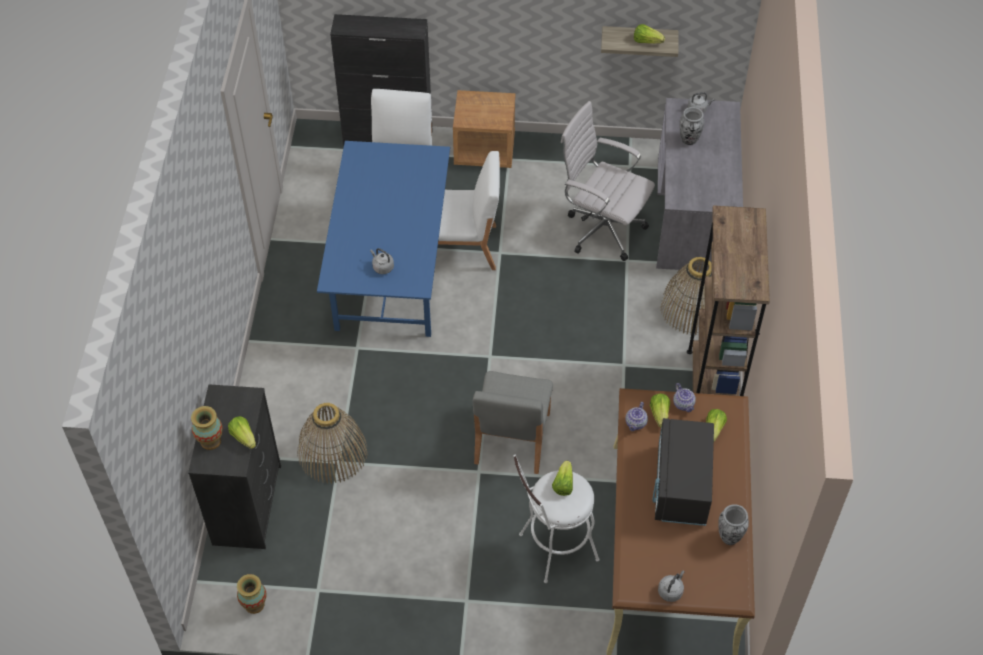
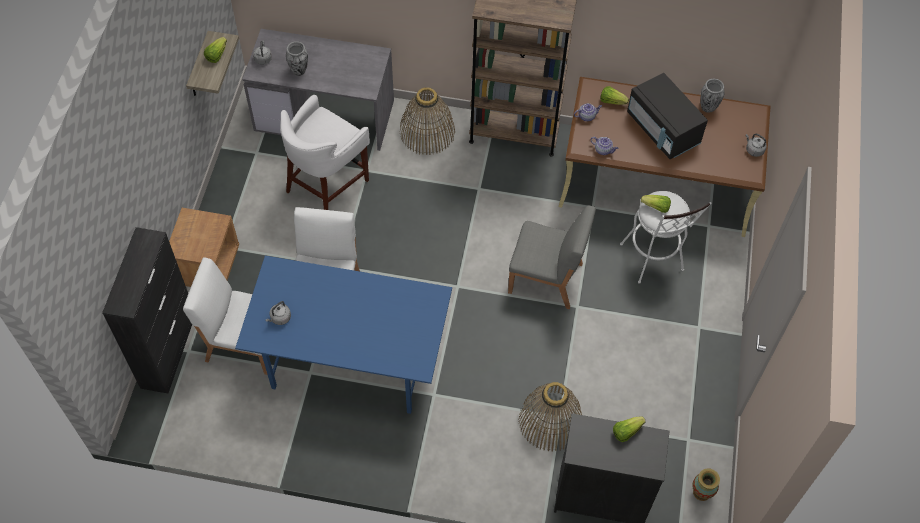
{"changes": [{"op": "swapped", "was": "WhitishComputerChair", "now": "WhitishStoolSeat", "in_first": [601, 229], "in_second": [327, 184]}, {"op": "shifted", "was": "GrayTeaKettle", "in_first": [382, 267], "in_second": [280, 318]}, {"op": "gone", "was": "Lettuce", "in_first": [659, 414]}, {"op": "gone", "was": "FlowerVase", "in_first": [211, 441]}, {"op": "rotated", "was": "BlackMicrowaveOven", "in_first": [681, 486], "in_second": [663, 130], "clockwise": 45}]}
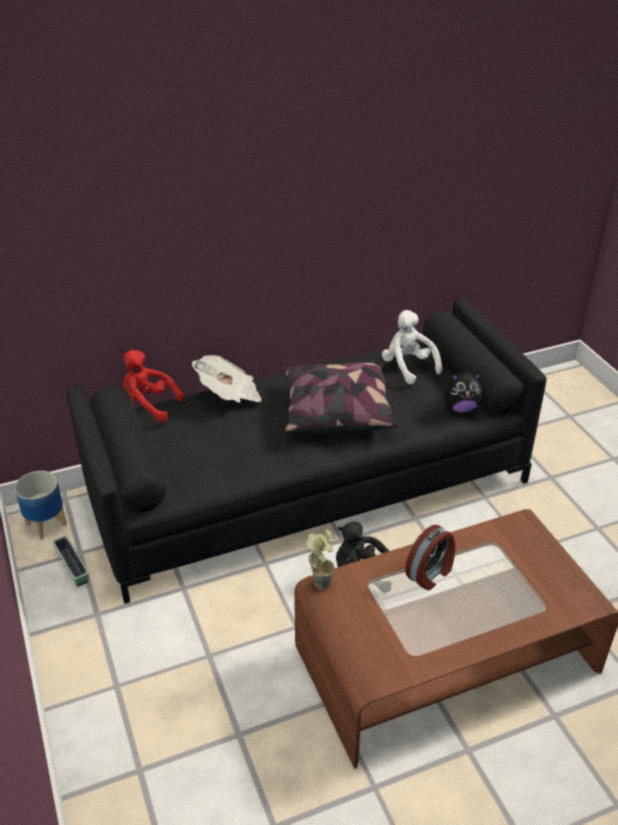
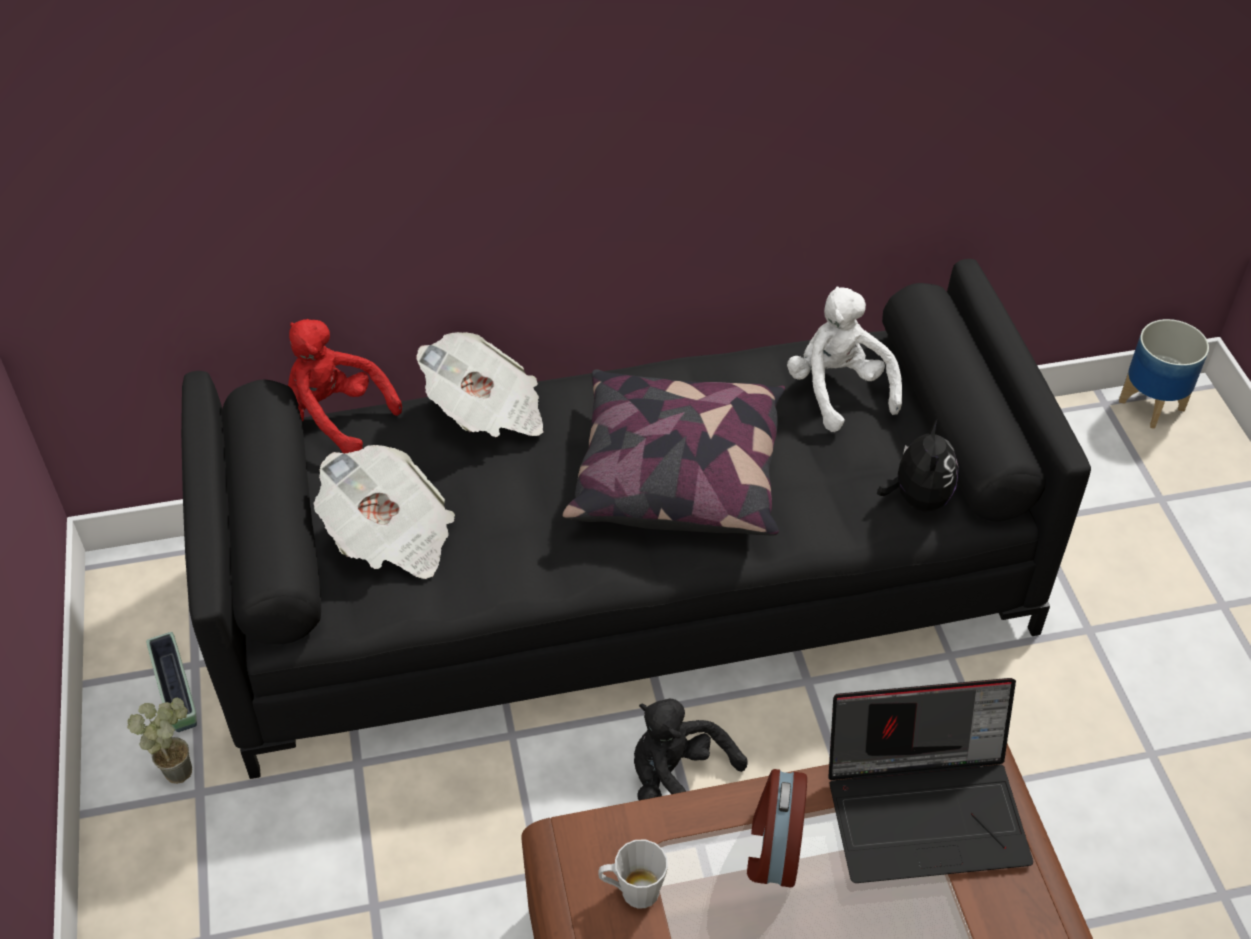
{"changes": [{"op": "rotated", "was": "SoftToy", "in_first": [461, 408], "in_second": [917, 498], "clockwise": -90}, {"op": "shifted", "was": "FlowerPot", "in_first": [46, 524], "in_second": [1150, 405]}, {"op": "rotated", "was": "TableClock", "in_first": [430, 573], "in_second": [773, 848], "clockwise": 135}, {"op": "shifted", "was": "PottedPlant", "in_first": [321, 579], "in_second": [179, 765]}, {"op": "new", "now": "PrintedPaper", "in_second": [390, 536]}, {"op": "new", "now": "PortableComputer", "in_second": [927, 808]}, {"op": "new", "now": "GrayMug", "in_second": [632, 891]}]}
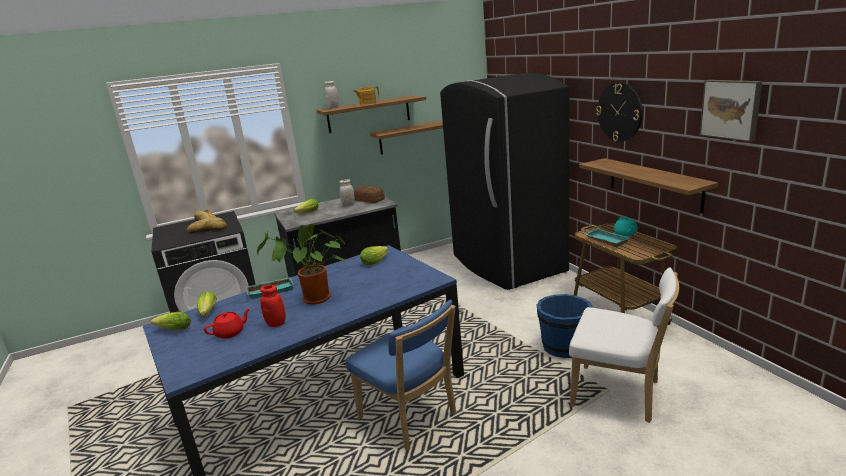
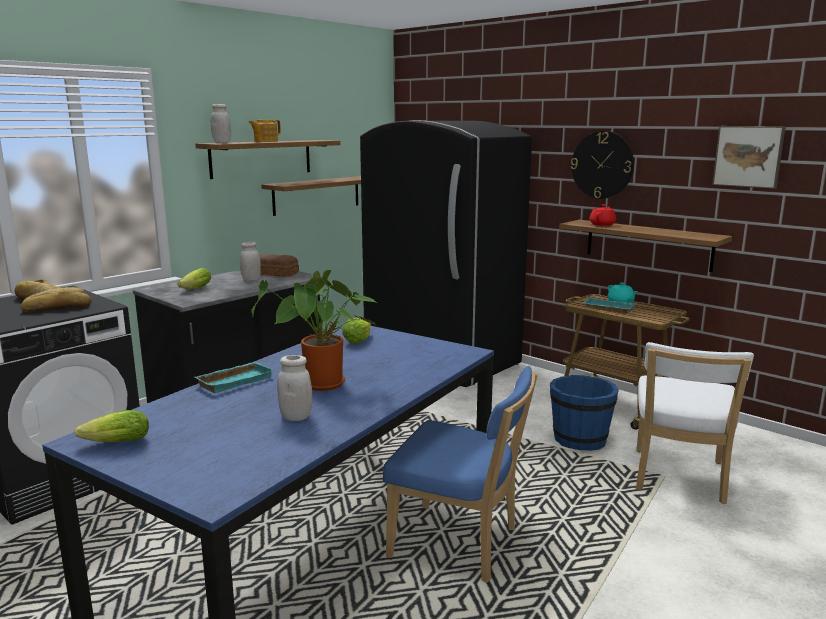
{"changes": [{"op": "rotated", "was": "WhitishUprightChair", "in_first": [620, 394], "in_second": [678, 479], "clockwise": 105}, {"op": "repainted", "was": "ReddishJar", "now": "WhitishJar", "in_first": [276, 324], "in_second": [296, 417]}, {"op": "gone", "was": "Lettuce", "in_first": [207, 313]}, {"op": "shifted", "was": "ReddishTeapot", "in_first": [230, 333], "in_second": [602, 224]}]}
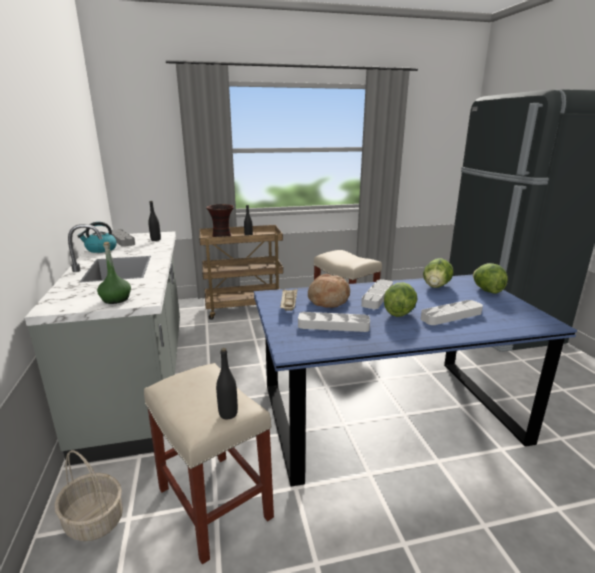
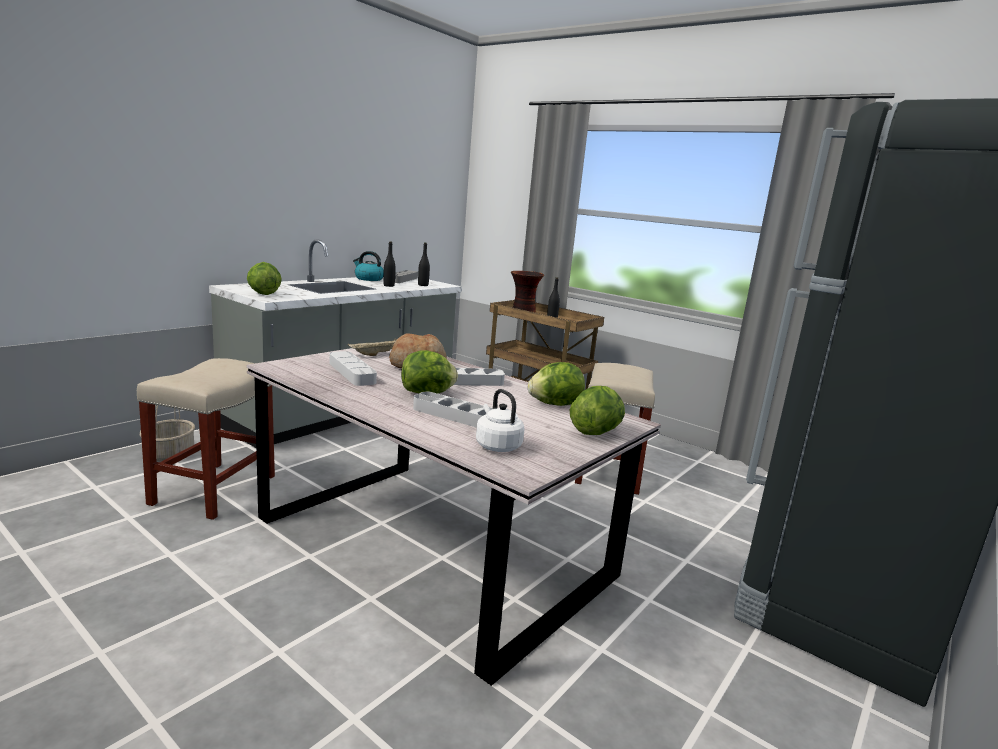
{"changes": [{"op": "swapped", "was": "GreenishBeverageBottle", "now": "Lettuce", "in_first": [116, 299], "in_second": [263, 294]}, {"op": "repainted", "was": "BlueColouredKitchenTable", "now": "GrayKitchenTable", "in_first": [387, 412], "in_second": [434, 545]}, {"op": "shifted", "was": "BlackBeverageBottle", "in_first": [228, 414], "in_second": [388, 285]}, {"op": "new", "now": "WhitishTeaKettle", "in_second": [497, 445]}]}
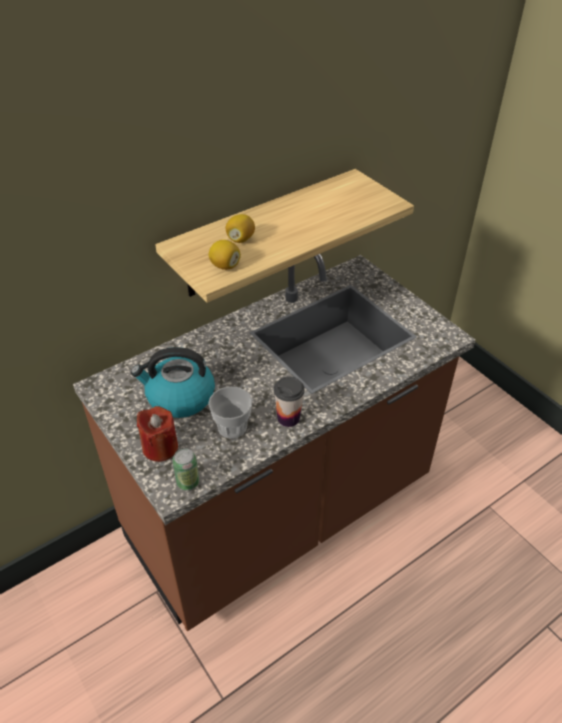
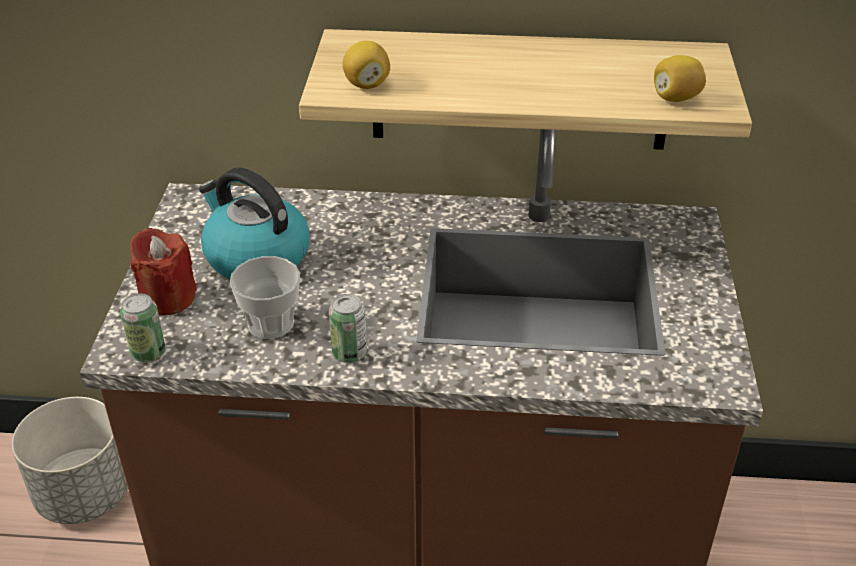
{"changes": [{"op": "shifted", "was": "WholeLemon", "in_first": [240, 239], "in_second": [675, 98]}, {"op": "swapped", "was": "SmallCup", "now": "MetalCan", "in_first": [288, 418], "in_second": [349, 353]}, {"op": "new", "now": "GrayFlowerPot", "in_second": [83, 494]}]}
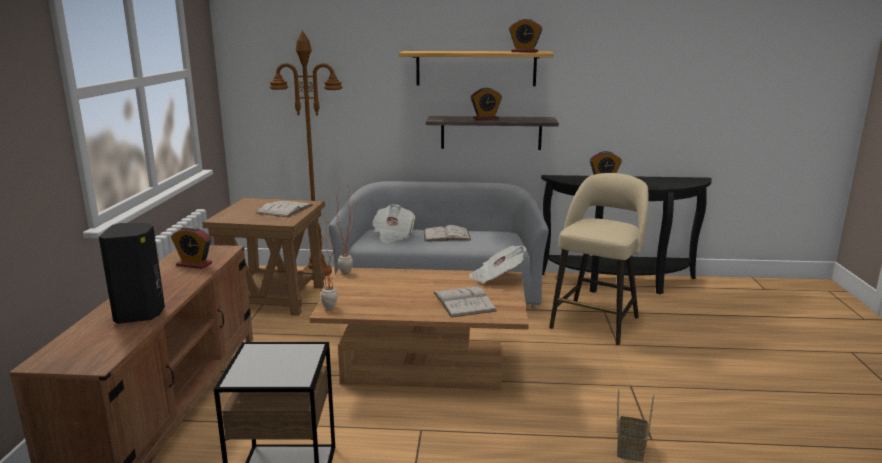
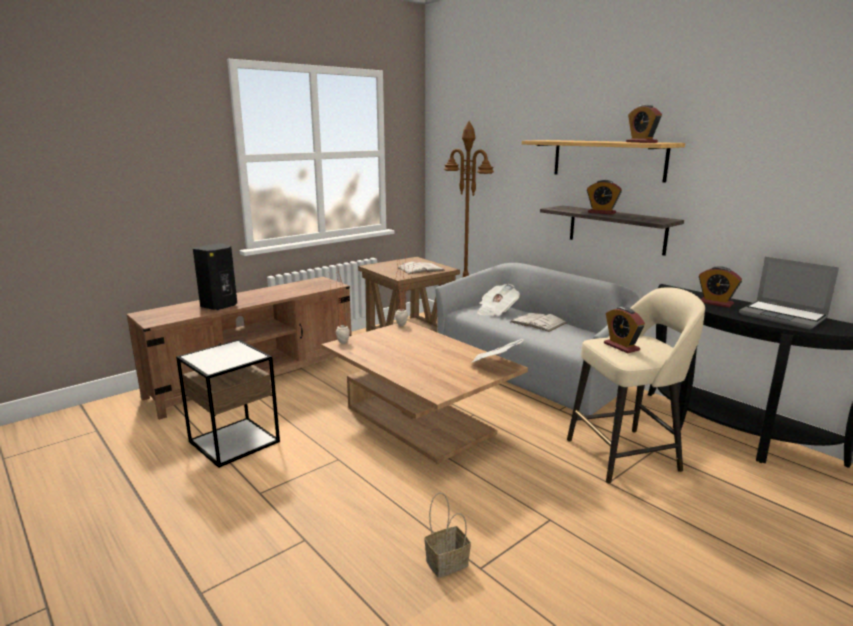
{"changes": [{"op": "shifted", "was": "TableClock", "in_first": [194, 264], "in_second": [621, 346]}, {"op": "gone", "was": "WhitishBoundBook", "in_first": [464, 302]}, {"op": "new", "now": "PortableComputer", "in_second": [784, 316]}]}
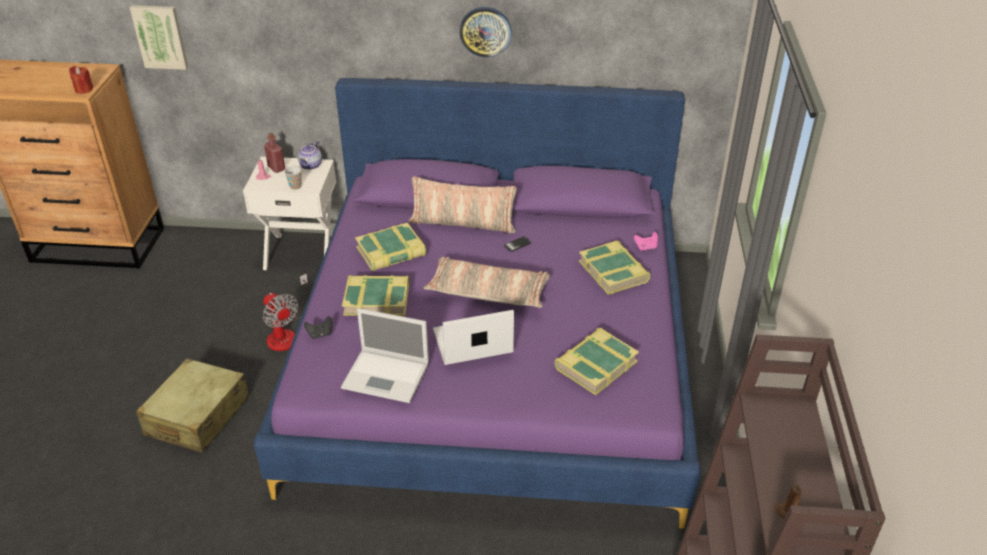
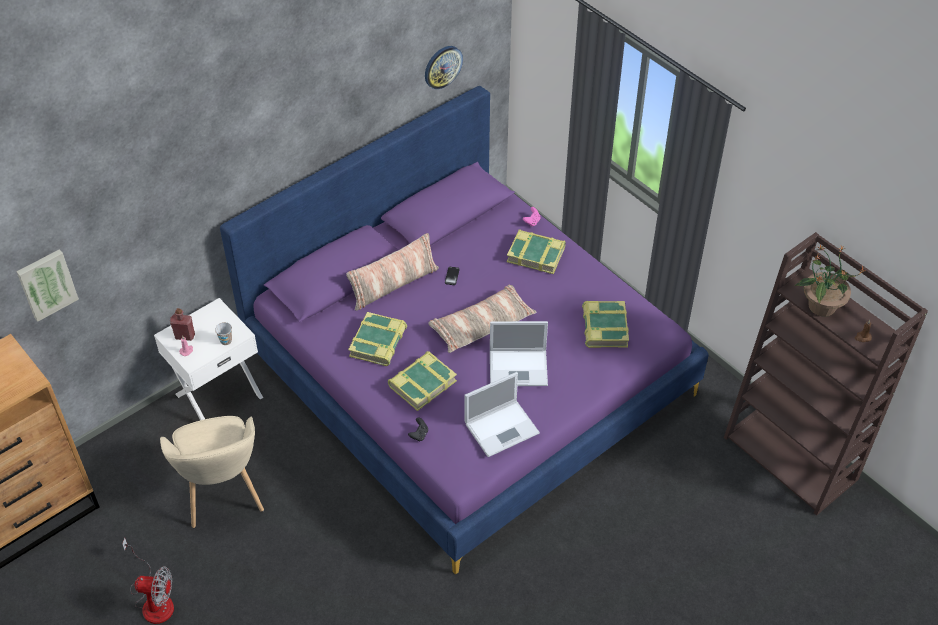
{"changes": [{"op": "shifted", "was": "HangingClock", "in_first": [485, 31], "in_second": [442, 66]}, {"op": "gone", "was": "ReddishWaxCandle", "in_first": [84, 89]}, {"op": "gone", "was": "Teapot", "in_first": [311, 165]}, {"op": "shifted", "was": "ElectricFan", "in_first": [286, 333], "in_second": [153, 600]}, {"op": "rotated", "was": "PortableComputer", "in_first": [471, 342], "in_second": [519, 368], "clockwise": -120}, {"op": "gone", "was": "BeigeColouredSuitcase", "in_first": [197, 416]}, {"op": "new", "now": "PottedPlant", "in_second": [820, 306]}, {"op": "new", "now": "BeigeColouredEasyChair", "in_second": [223, 495]}]}
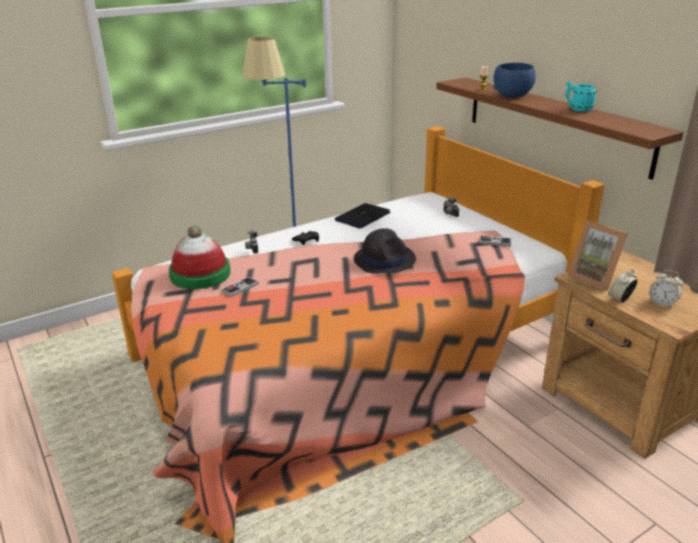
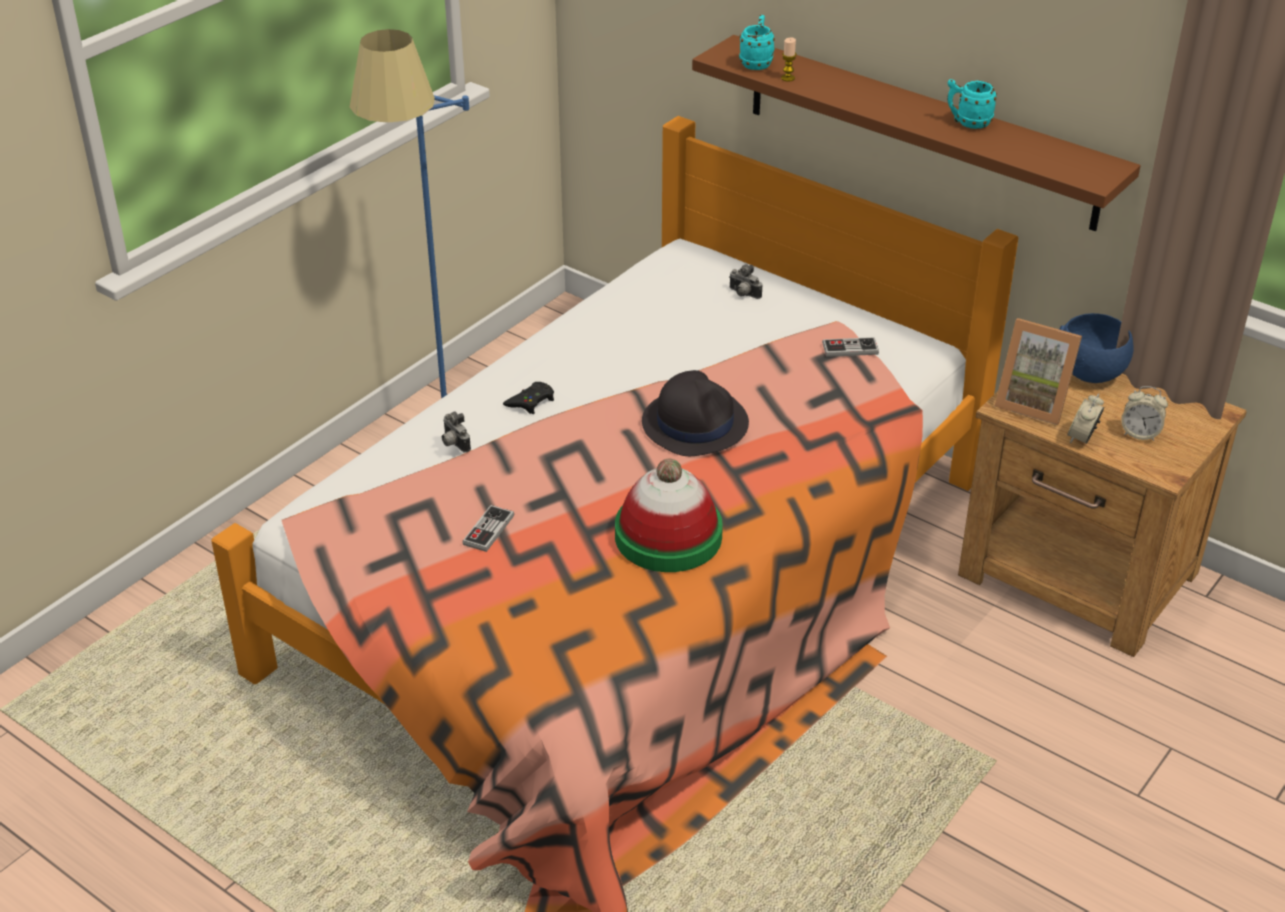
{"changes": [{"op": "shifted", "was": "BlueColouredServingBowl", "in_first": [513, 96], "in_second": [1091, 373]}, {"op": "gone", "was": "PortableComputer", "in_first": [362, 217]}, {"op": "shifted", "was": "ClothingHat", "in_first": [200, 274], "in_second": [668, 536]}, {"op": "new", "now": "TurquoiseMug", "in_second": [756, 62]}]}
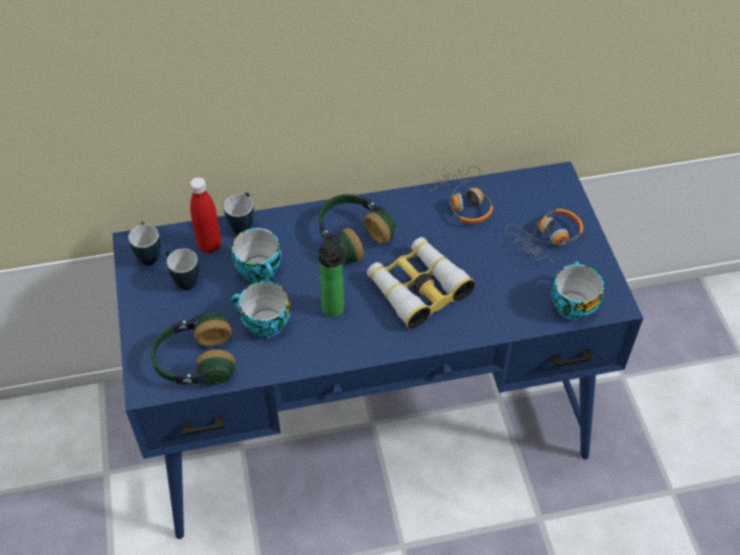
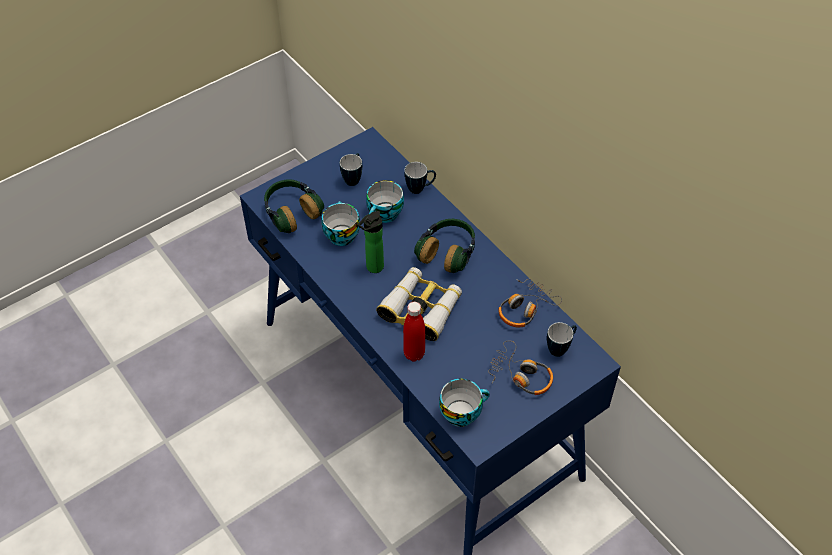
{"changes": [{"op": "shifted", "was": "ReddishBeverageBottle", "in_first": [209, 245], "in_second": [414, 354]}, {"op": "shifted", "was": "Mug", "in_first": [149, 255], "in_second": [560, 348]}]}
